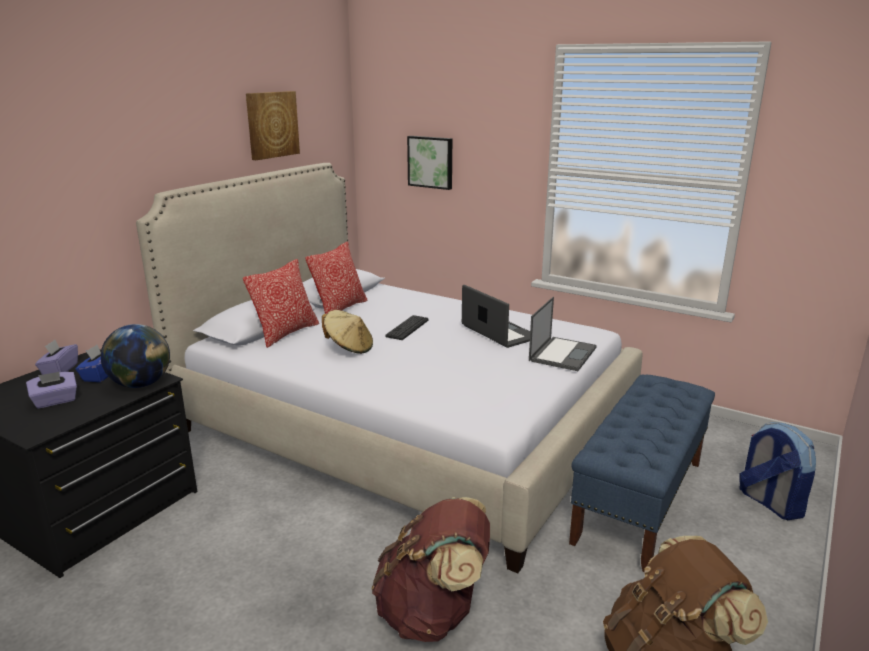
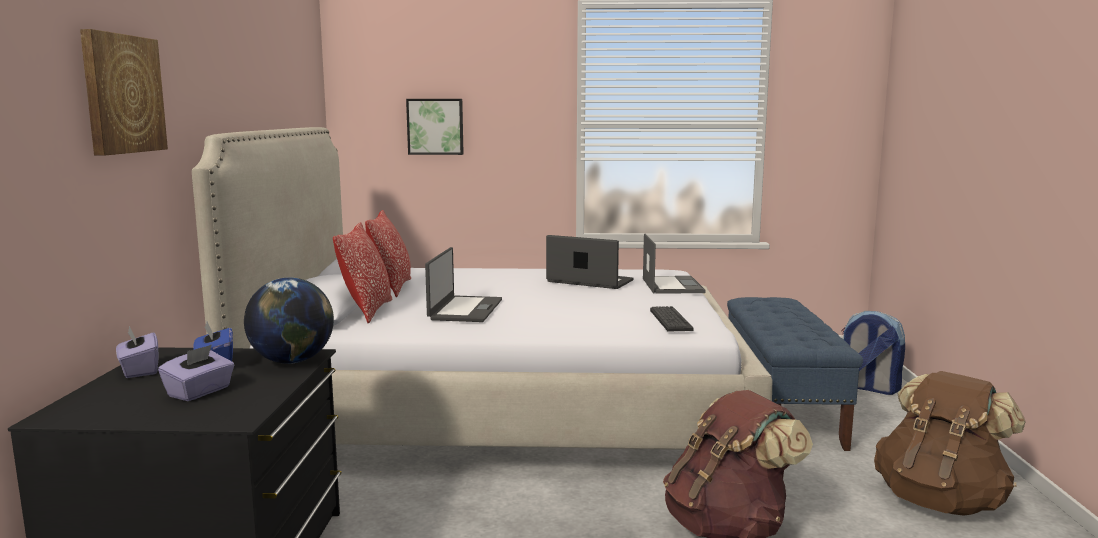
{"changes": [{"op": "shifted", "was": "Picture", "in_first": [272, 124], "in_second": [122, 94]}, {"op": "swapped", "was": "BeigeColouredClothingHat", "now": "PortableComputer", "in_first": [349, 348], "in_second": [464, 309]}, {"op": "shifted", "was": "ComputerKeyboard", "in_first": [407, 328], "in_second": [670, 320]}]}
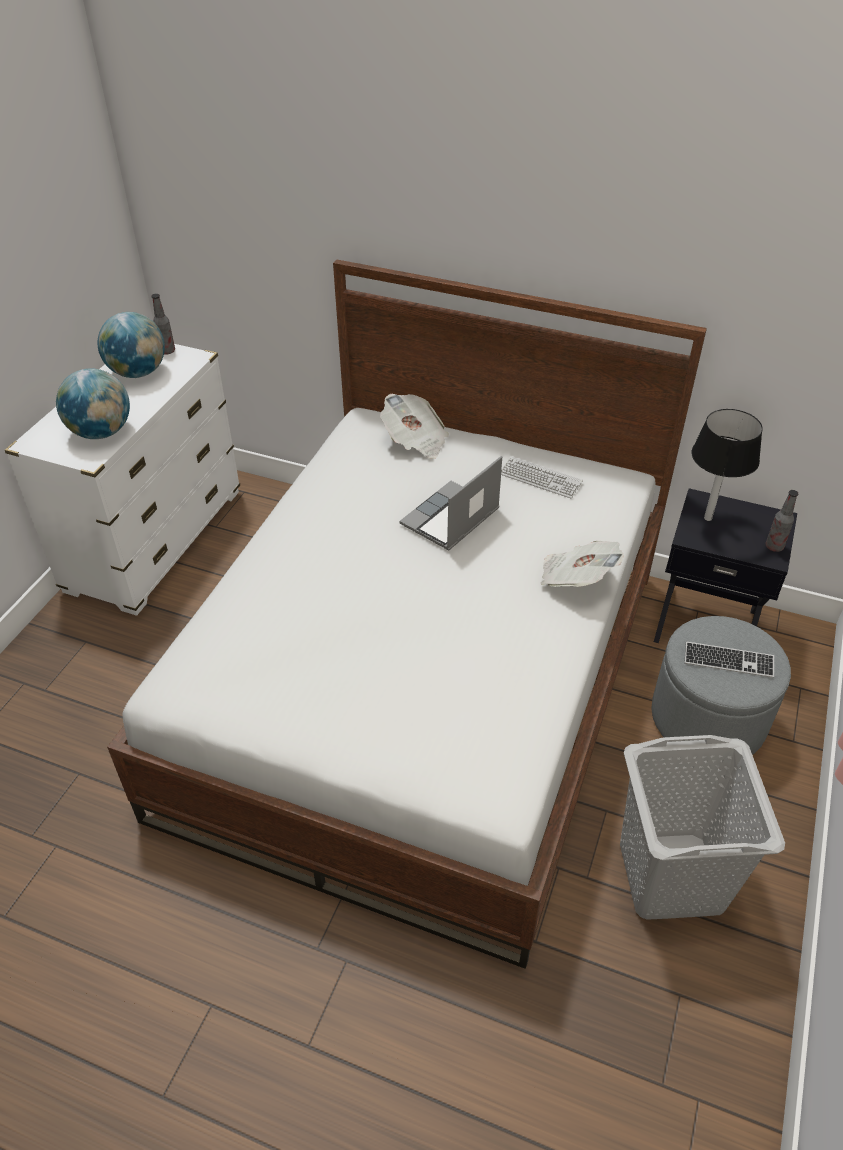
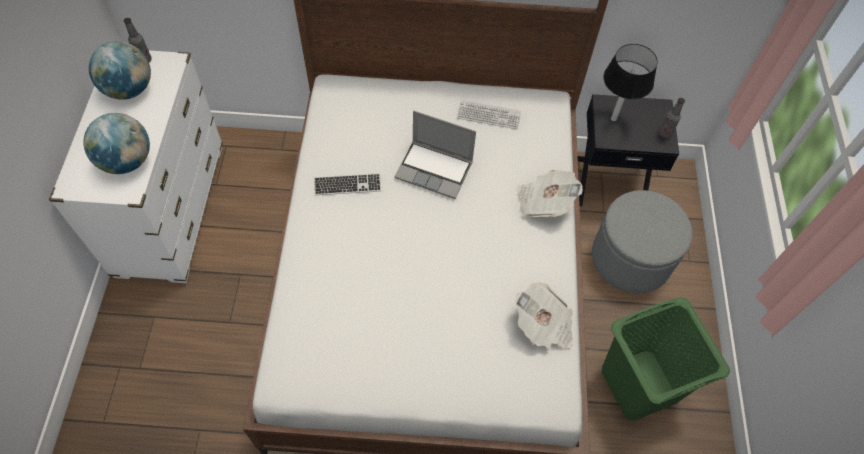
{"changes": [{"op": "shifted", "was": "PrintedPaper", "in_first": [415, 441], "in_second": [543, 325]}, {"op": "rotated", "was": "PortableComputer", "in_first": [450, 519], "in_second": [435, 170], "clockwise": -90}, {"op": "shifted", "was": "ComputerKeyboard", "in_first": [728, 661], "in_second": [347, 185]}, {"op": "repainted", "was": "GrayLaundryBasket", "now": "GreenishLaundryBasket", "in_first": [671, 875], "in_second": [639, 383]}]}
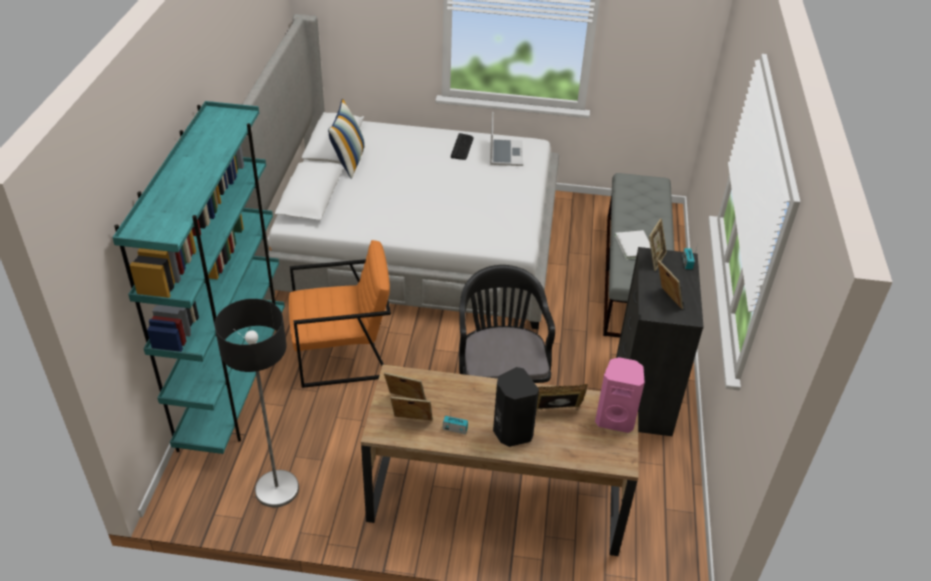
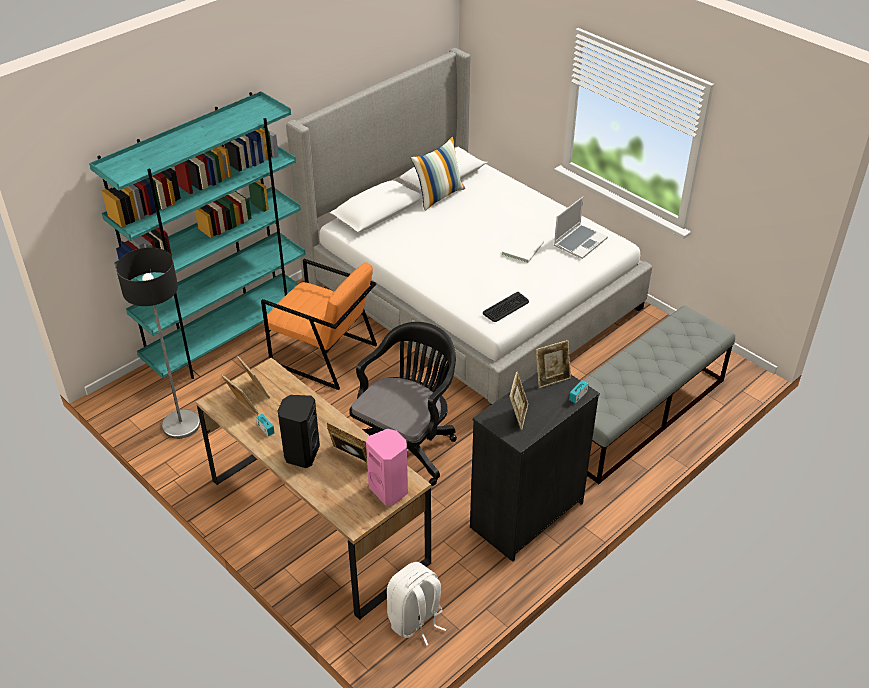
{"changes": [{"op": "shifted", "was": "ComputerKeyboard", "in_first": [462, 147], "in_second": [506, 307]}, {"op": "shifted", "was": "WhitishBoundBook", "in_first": [635, 245], "in_second": [524, 248]}, {"op": "new", "now": "WhitishBackpack", "in_second": [416, 620]}]}
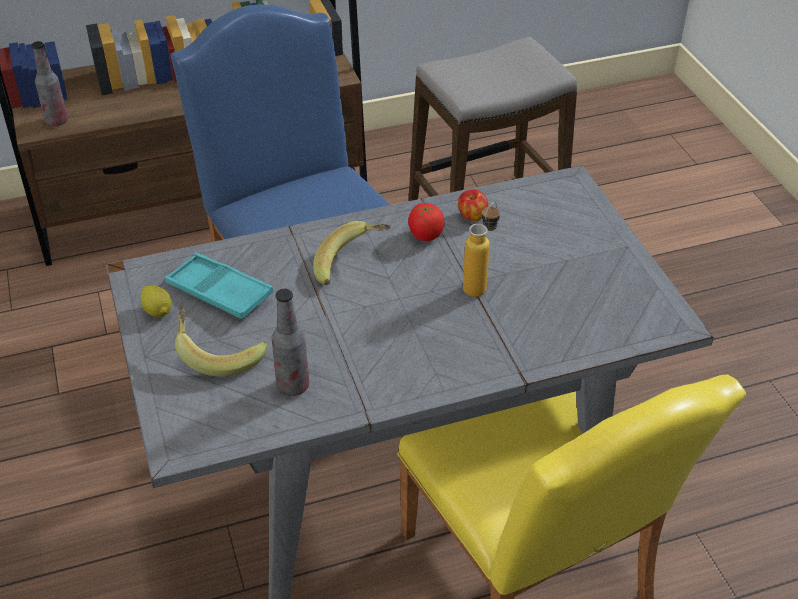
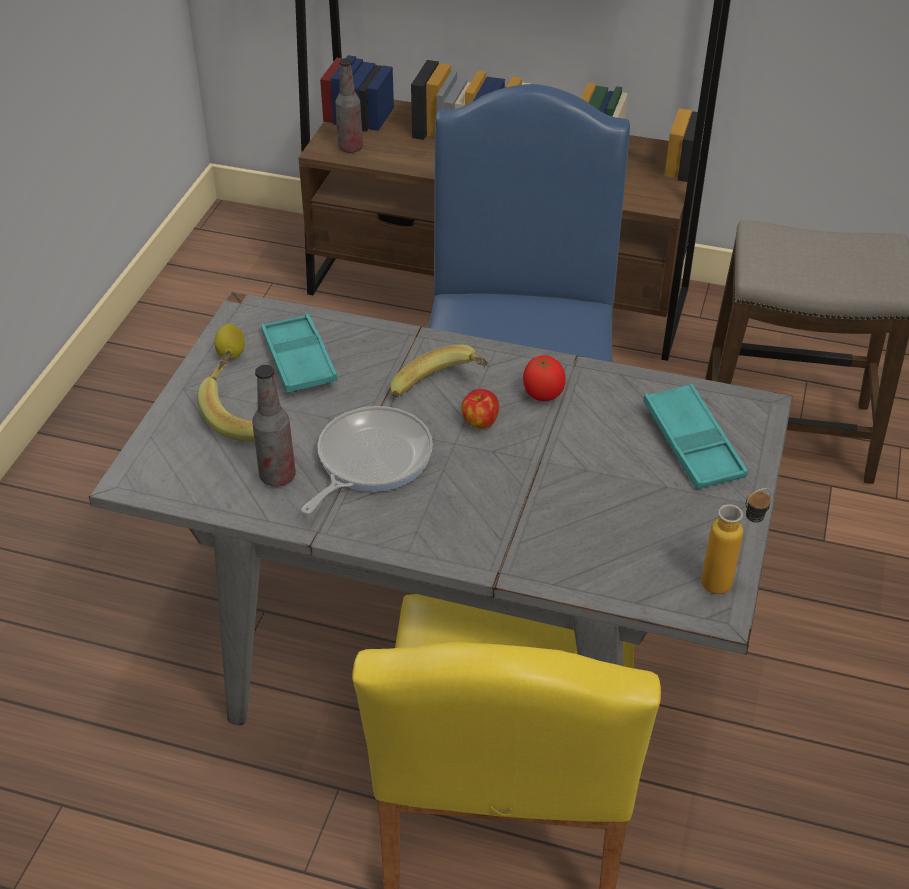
{"changes": [{"op": "shifted", "was": "WholeApple", "in_first": [472, 217], "in_second": [479, 422]}, {"op": "shifted", "was": "BeverageBottle", "in_first": [479, 284], "in_second": [728, 580]}, {"op": "new", "now": "TurquoiseCarryingTray", "in_second": [692, 443]}, {"op": "new", "now": "Skillet", "in_second": [369, 460]}]}
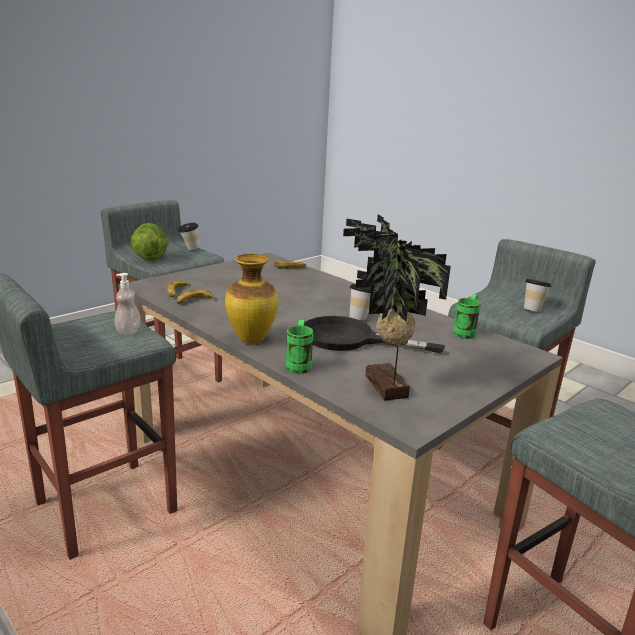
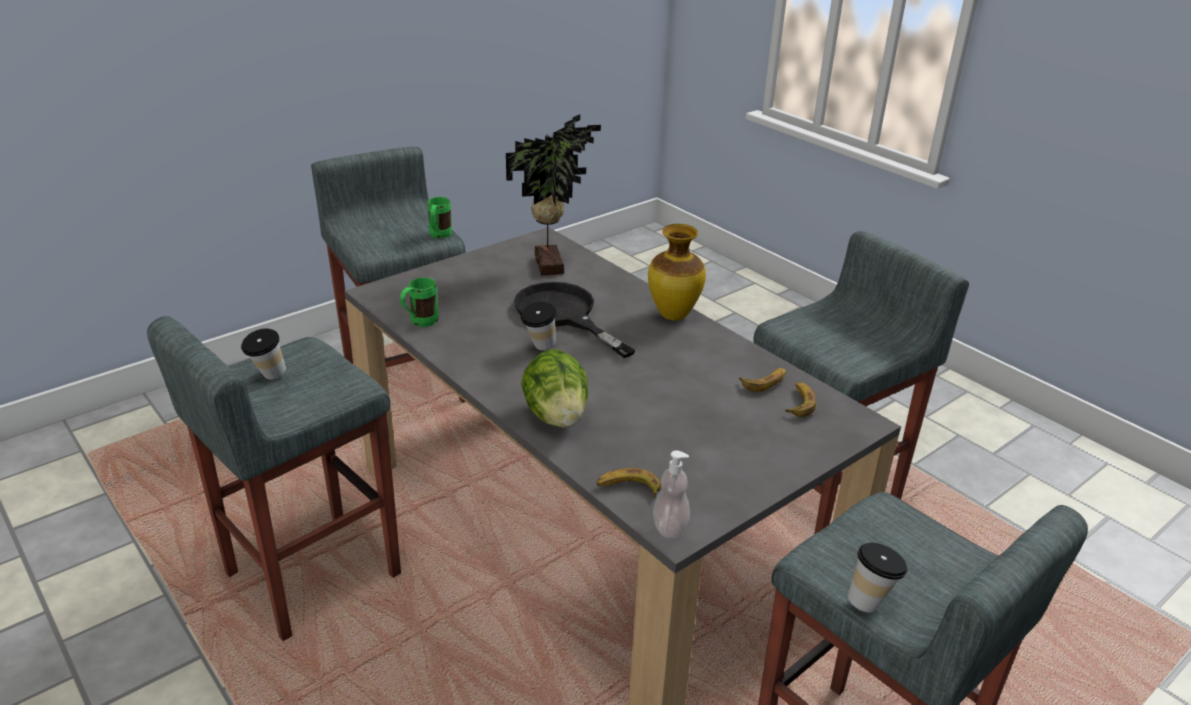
{"changes": [{"op": "shifted", "was": "Lettuce", "in_first": [150, 258], "in_second": [556, 416]}, {"op": "shifted", "was": "SoapBottle", "in_first": [128, 331], "in_second": [670, 527]}, {"op": "rotated", "was": "BlackSkillet", "in_first": [350, 339], "in_second": [563, 315], "clockwise": -150}, {"op": "shifted", "was": "GreenishMug", "in_first": [299, 364], "in_second": [439, 236]}]}
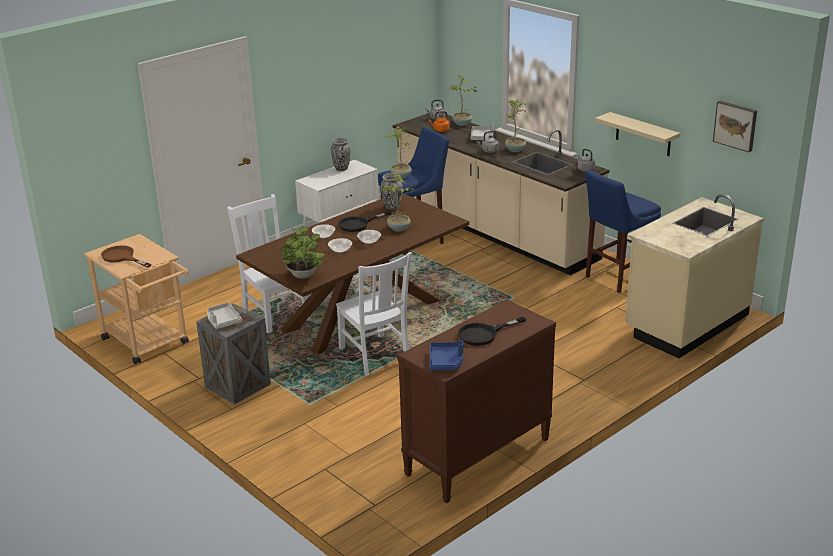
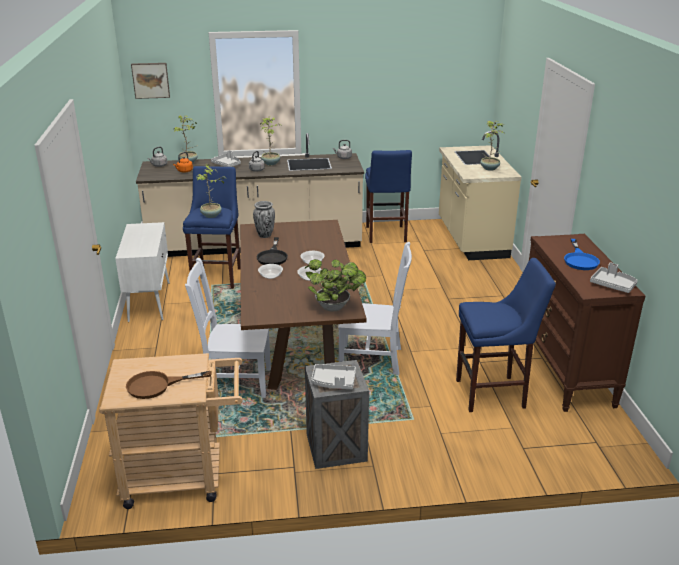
{"changes": [{"op": "shifted", "was": "Picture", "in_first": [736, 125], "in_second": [151, 80]}, {"op": "gone", "was": "BeigeColouredShelf", "in_first": [643, 134]}, {"op": "gone", "was": "FlowerVase", "in_first": [341, 169]}, {"op": "shifted", "was": "PottedPlant", "in_first": [399, 228], "in_second": [490, 168]}, {"op": "repainted", "was": "BlackSkillet", "now": "BlueColouredSkillet", "in_first": [484, 334], "in_second": [580, 260]}, {"op": "repainted", "was": "BlueColouredCarryingTray", "now": "GrayCarryingTray", "in_first": [446, 361], "in_second": [613, 285]}, {"op": "new", "now": "BlueColouredStoolSeat", "in_second": [494, 394]}]}
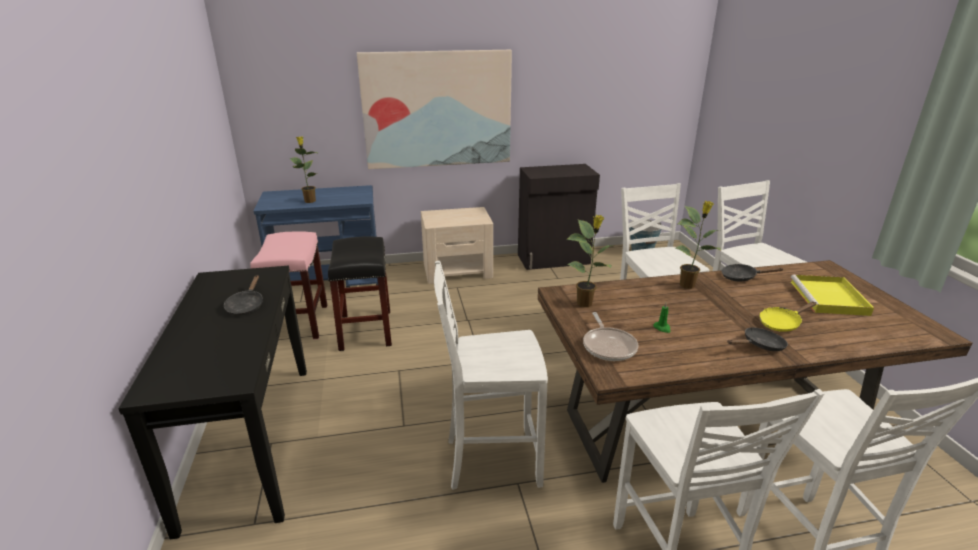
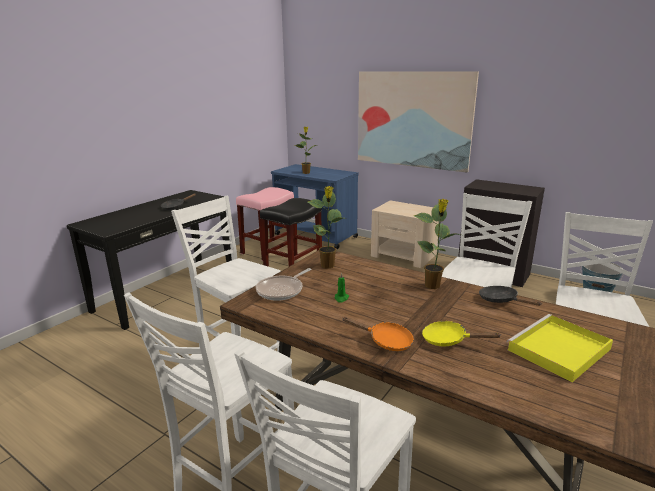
{"changes": [{"op": "repainted", "was": "BlackSkillet", "now": "OrangeySkillet", "in_first": [760, 345], "in_second": [386, 341]}]}
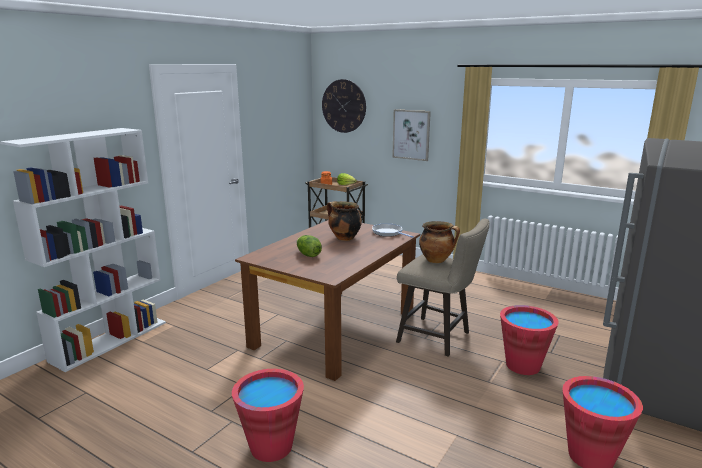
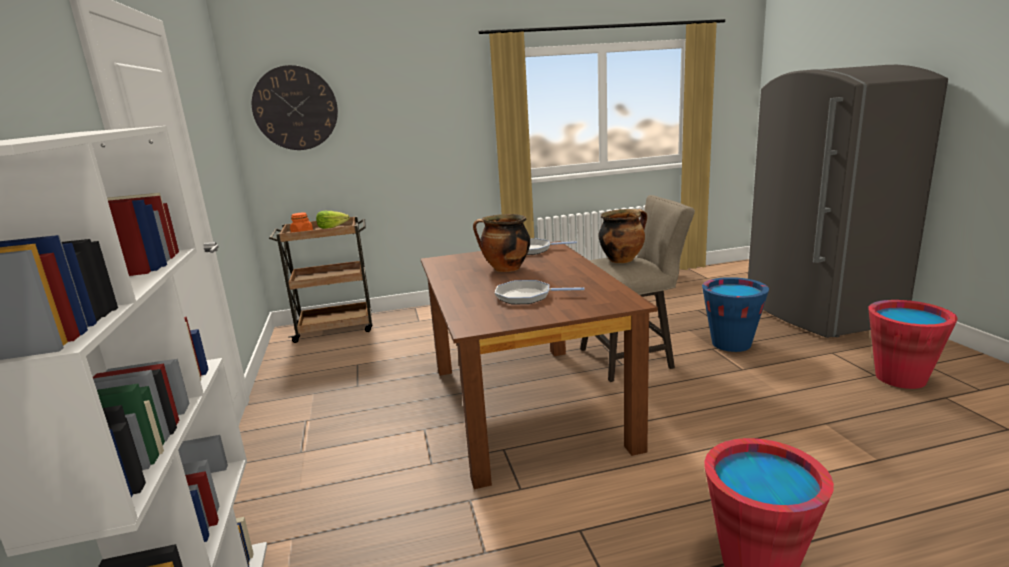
{"changes": [{"op": "gone", "was": "Picture", "in_first": [411, 134]}, {"op": "swapped", "was": "Lettuce", "now": "Skillet", "in_first": [308, 255], "in_second": [527, 296]}, {"op": "repainted", "was": "ReddishPail", "now": "BlueColouredPail", "in_first": [523, 365], "in_second": [731, 344]}]}
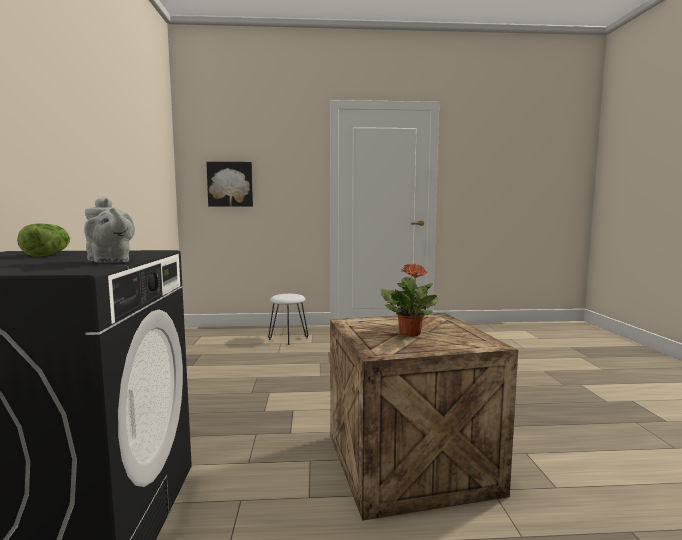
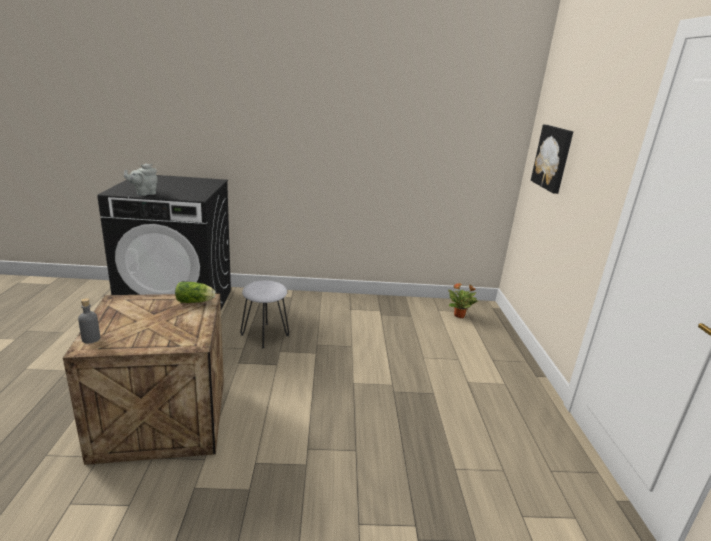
{"changes": [{"op": "shifted", "was": "Lettuce", "in_first": [49, 254], "in_second": [196, 301]}, {"op": "shifted", "was": "PottedPlant", "in_first": [410, 333], "in_second": [459, 316]}, {"op": "shifted", "was": "WhitishStoolSeat", "in_first": [288, 338], "in_second": [265, 335]}, {"op": "new", "now": "GrayBeverageBottle", "in_second": [91, 339]}]}
